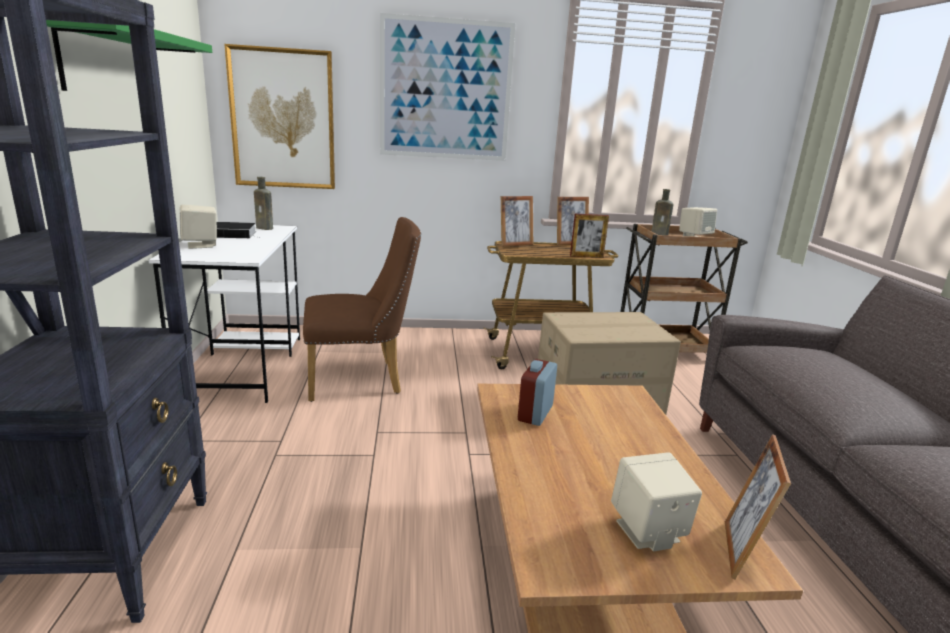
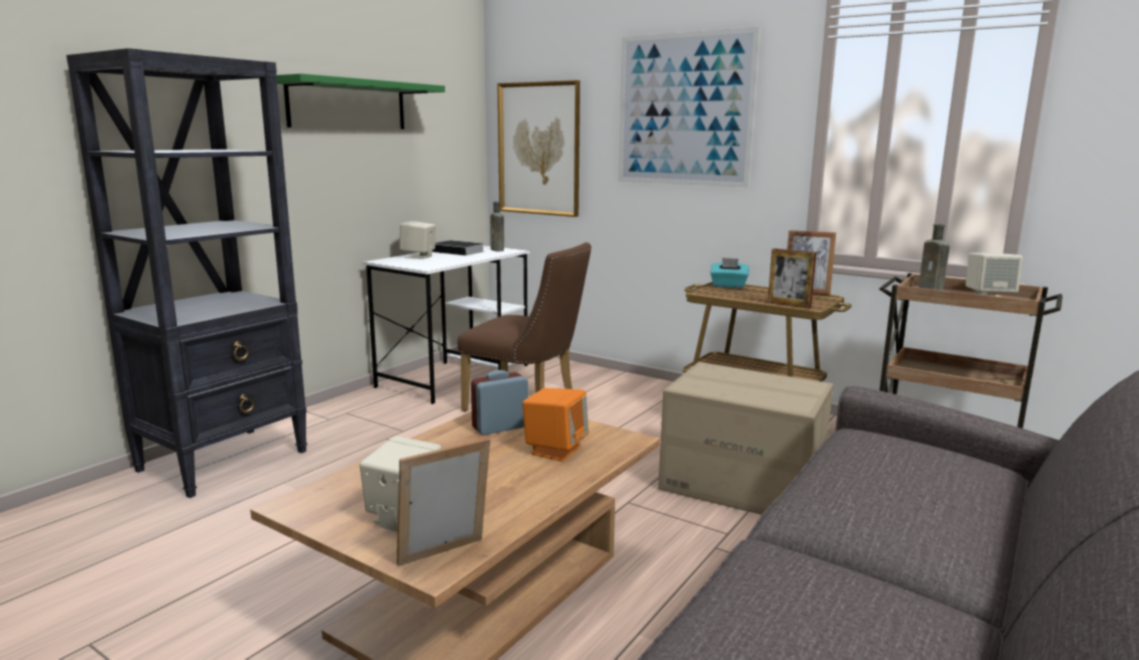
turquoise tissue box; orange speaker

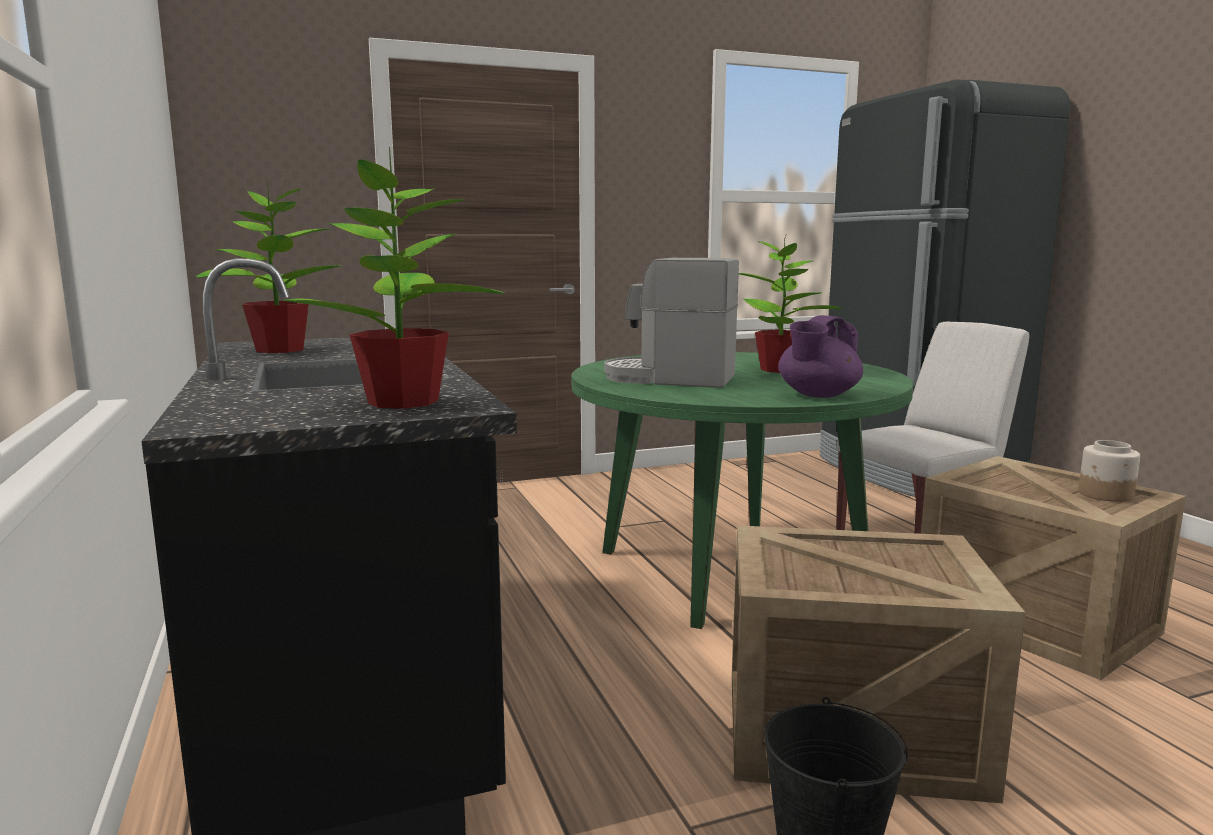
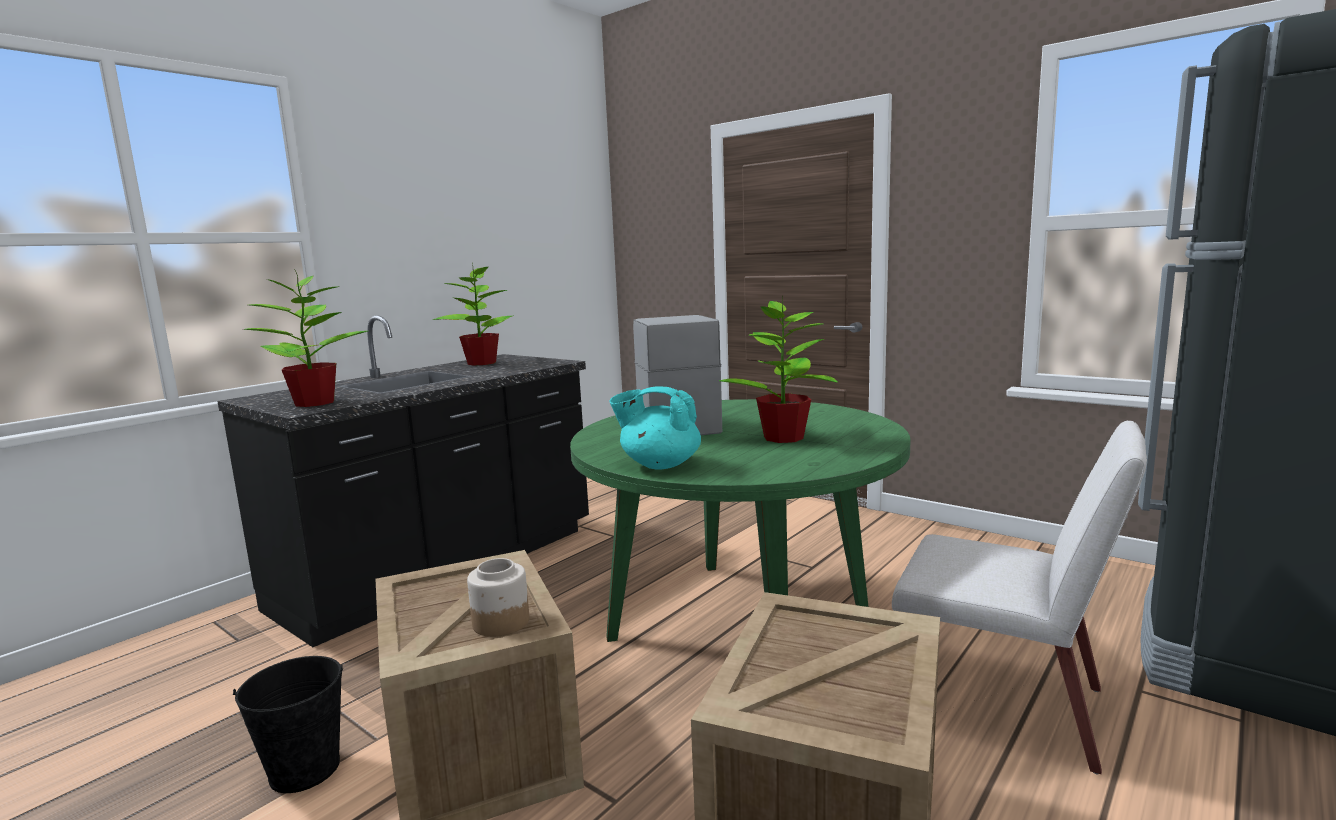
turquoise teapot; jar

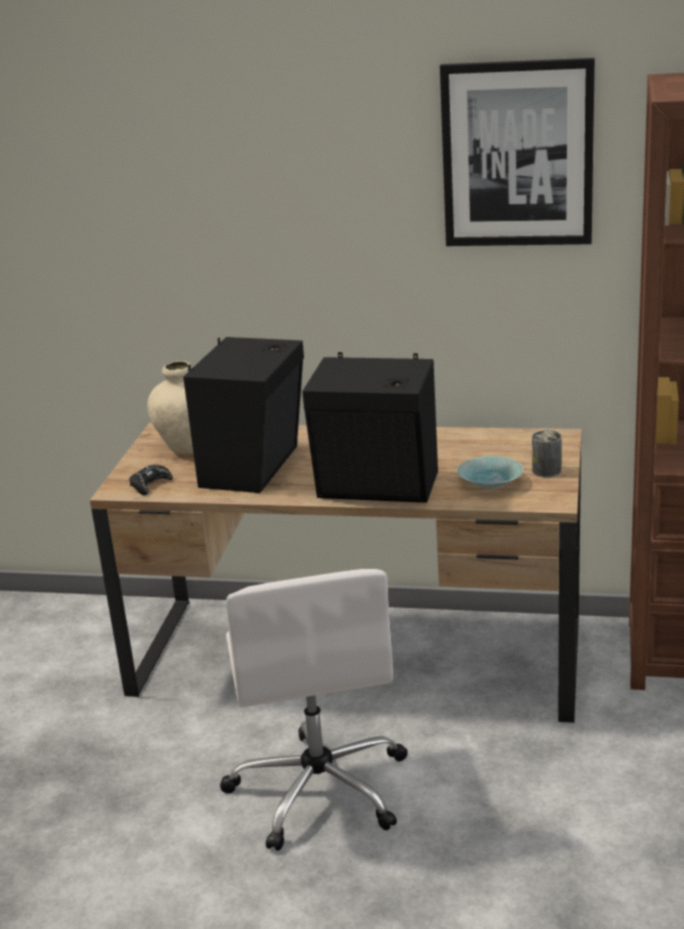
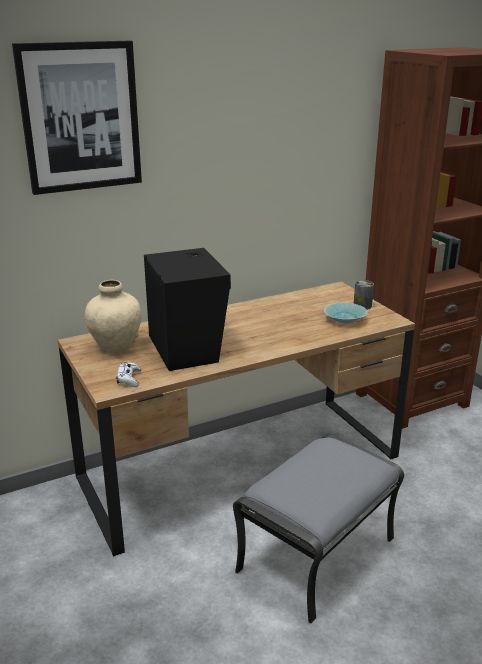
white game controller; grey ottoman; black speaker (2nd from left in the first image); picture

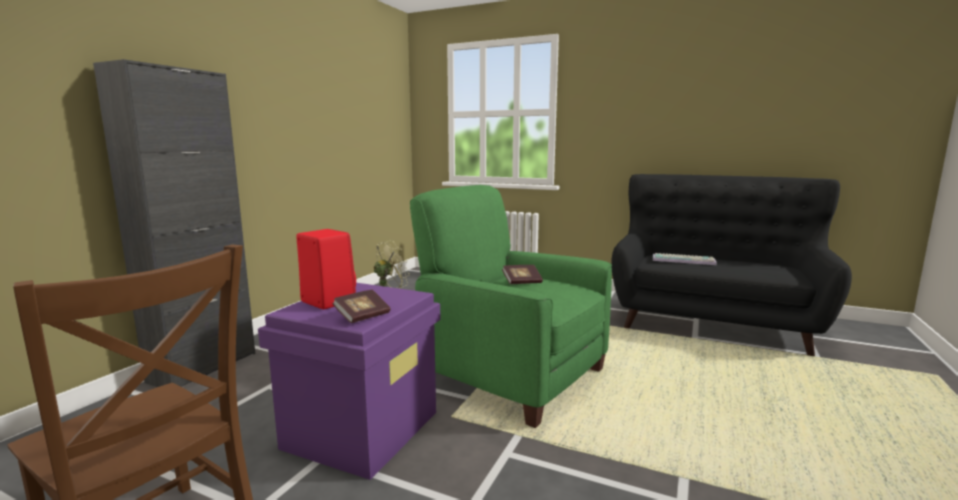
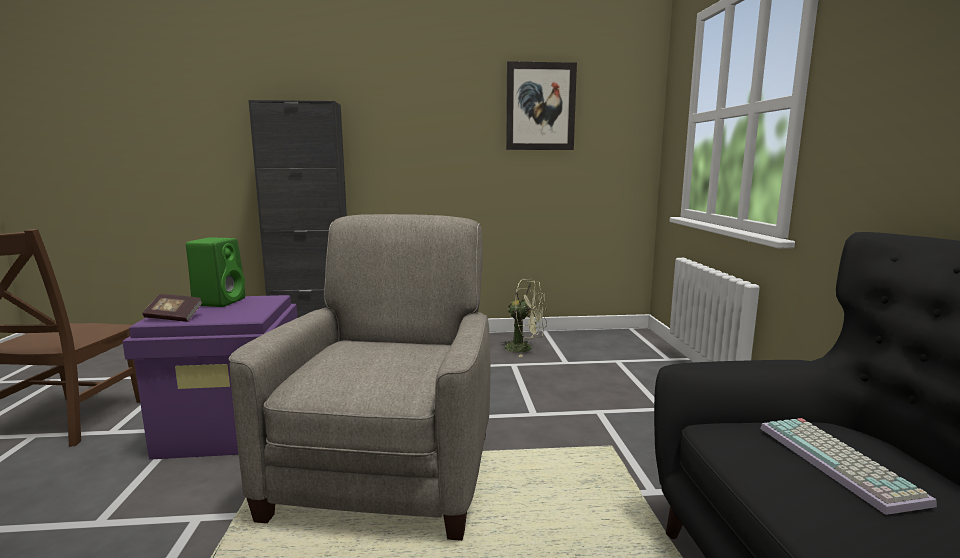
green speaker; beige armchair; book (2nd from left in the first image); picture

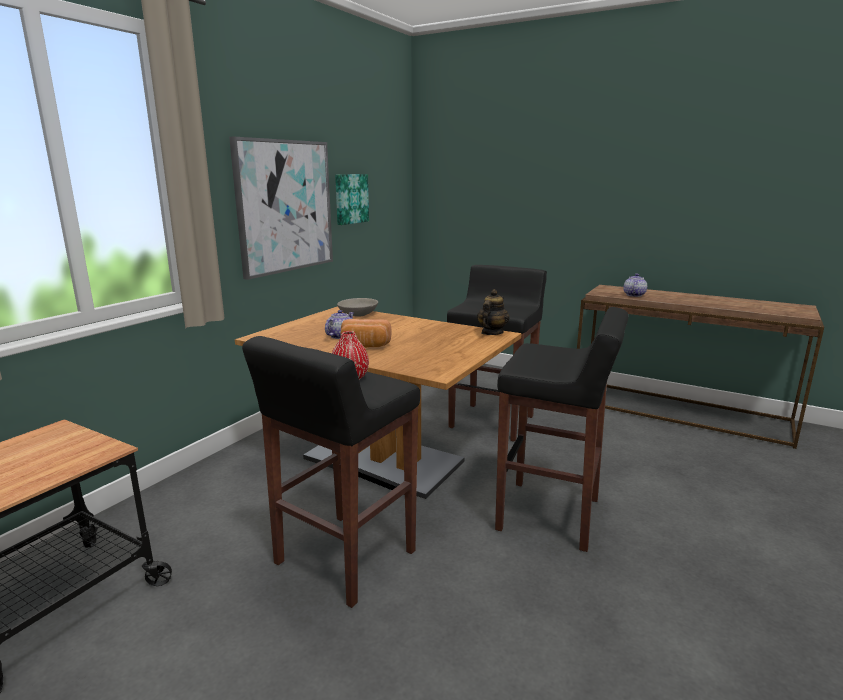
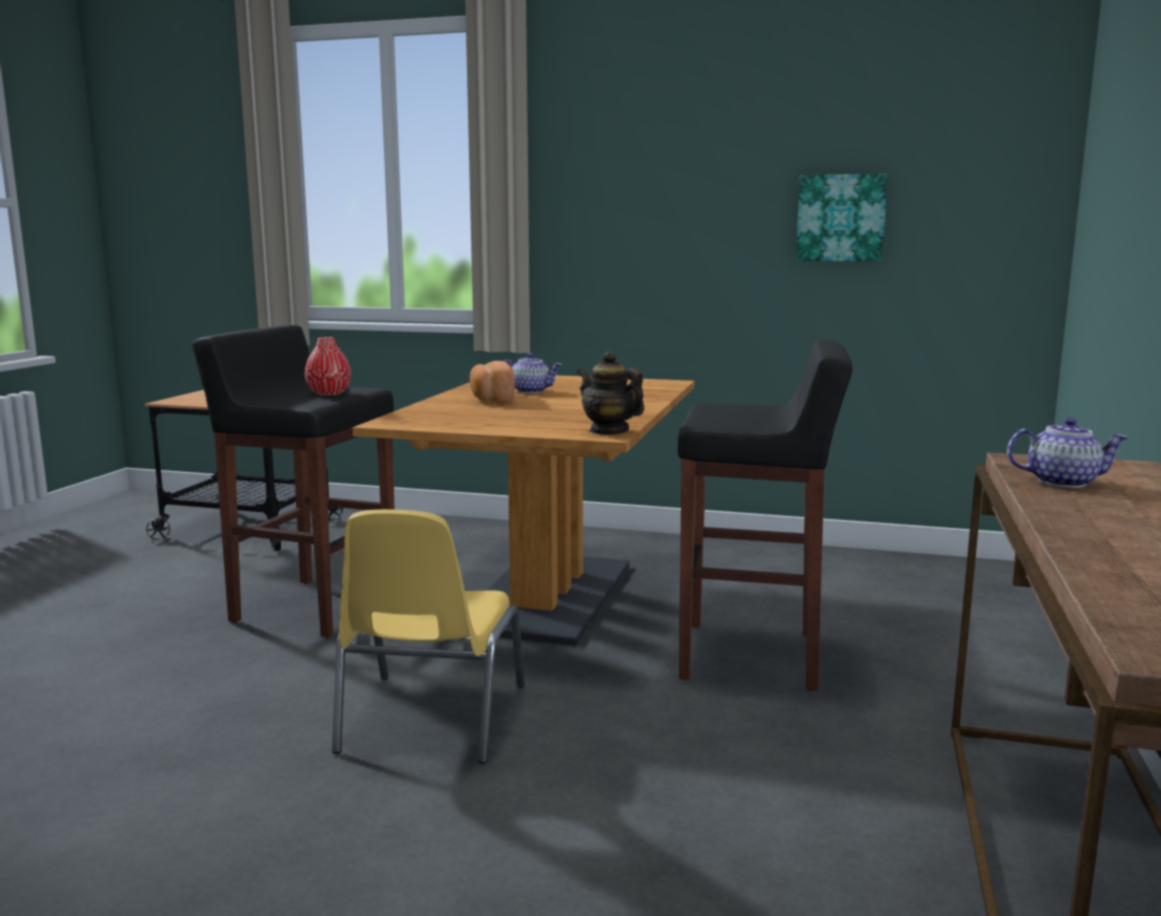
picture (1st from left in the first image); grey bowl; teapot (2nd from left); yellow chair

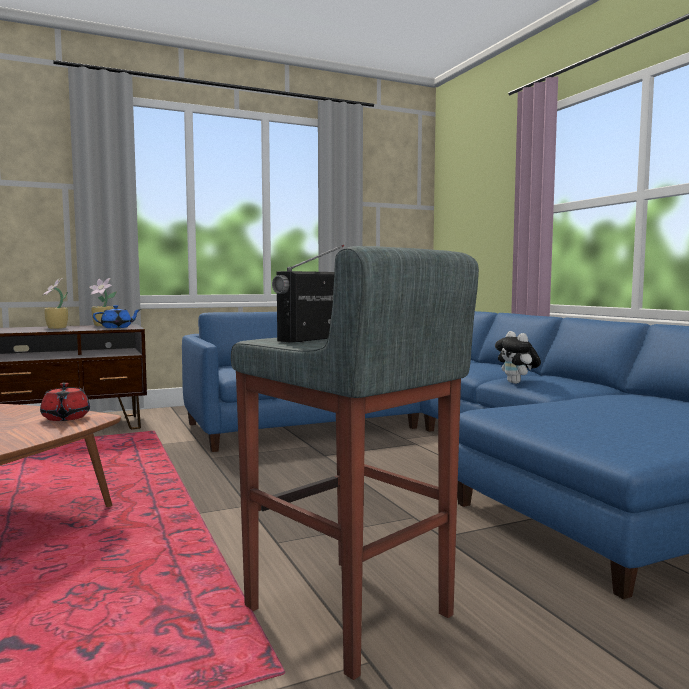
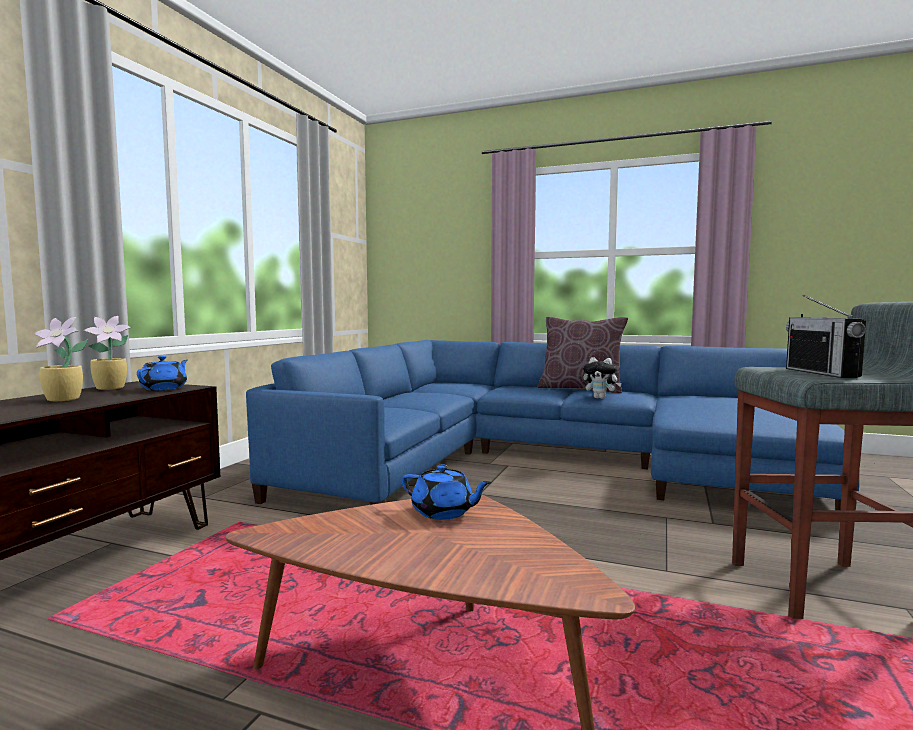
blue teapot (2nd from left); brown pillow

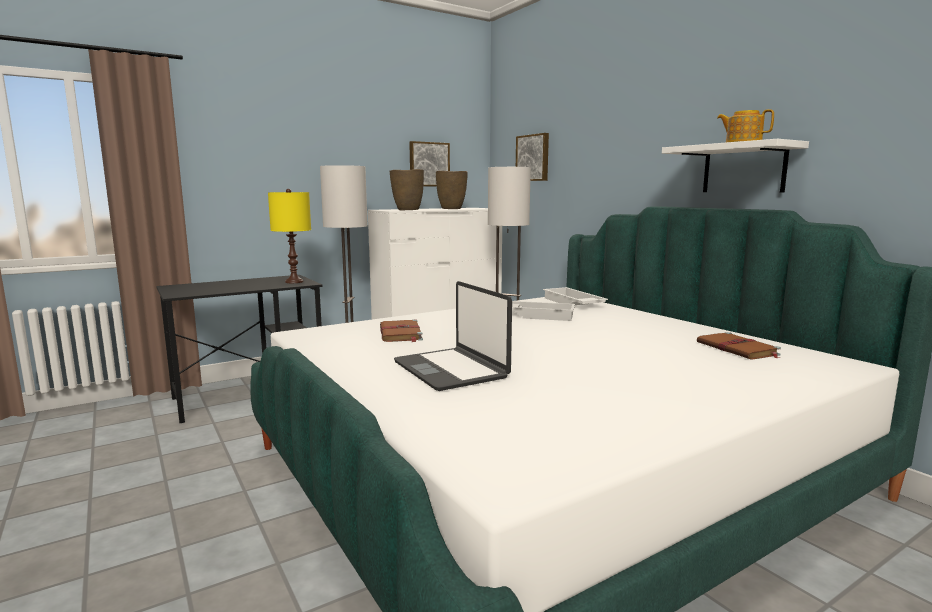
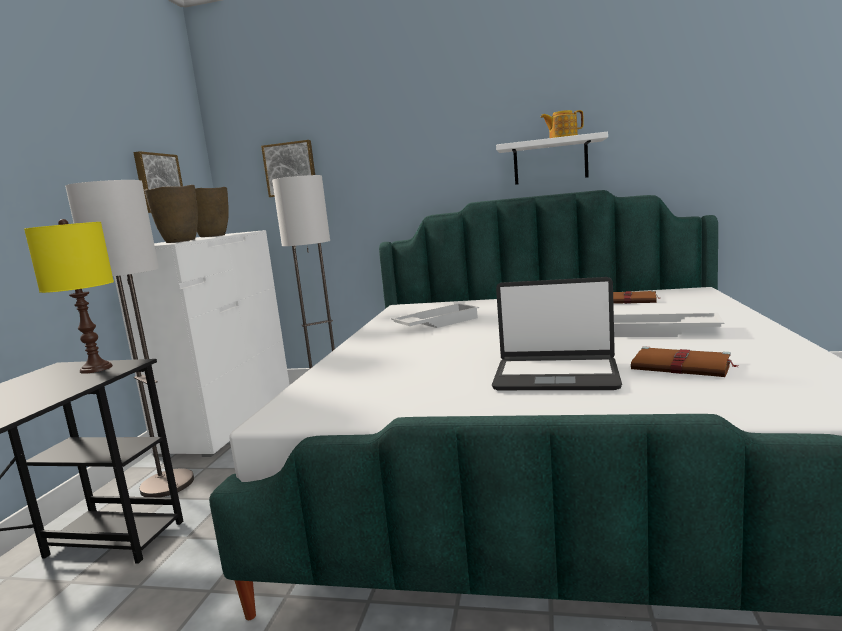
brown book (2nd from left); white tray (2nd from left)

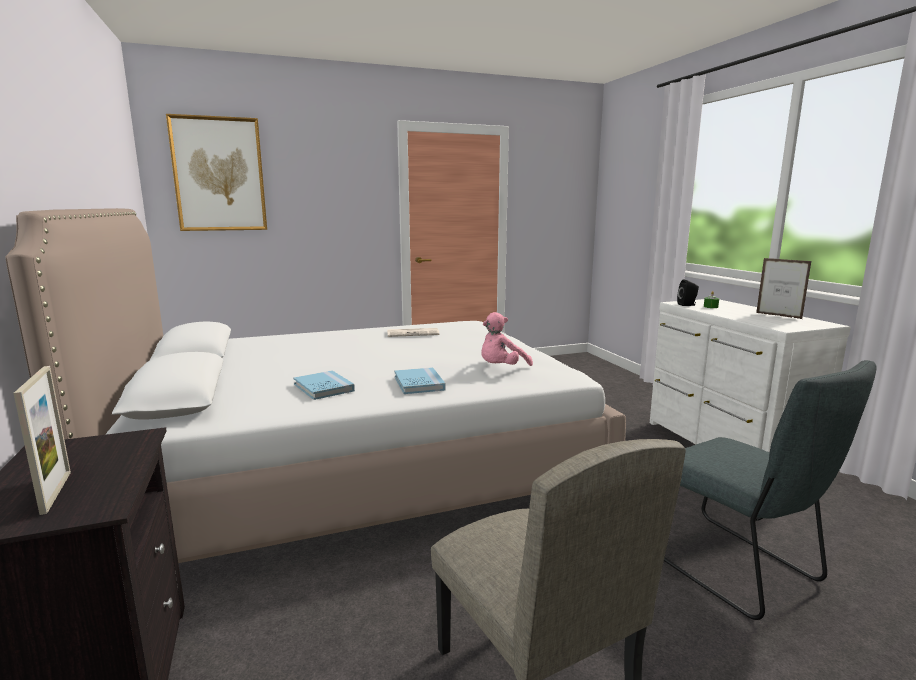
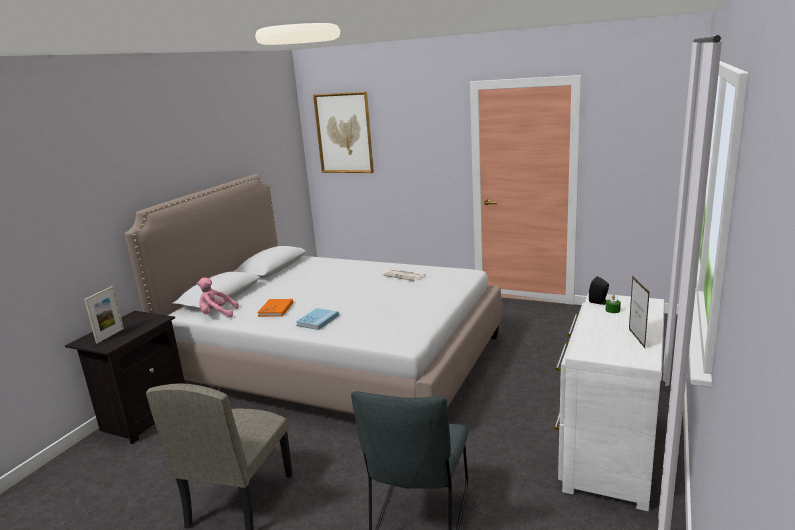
orange book; pink plush toy

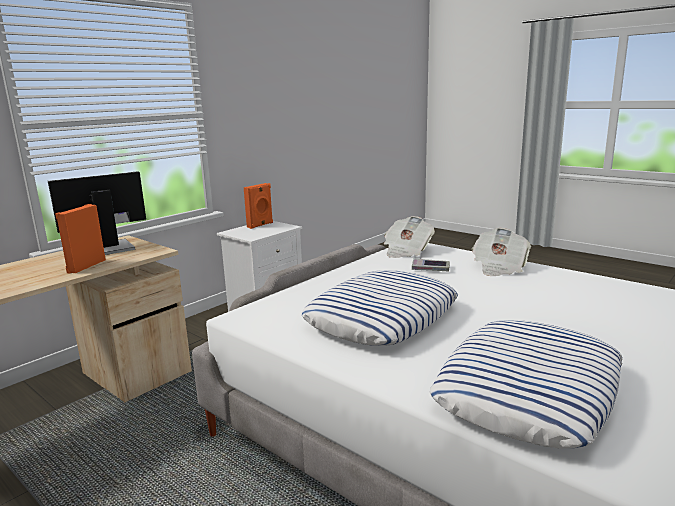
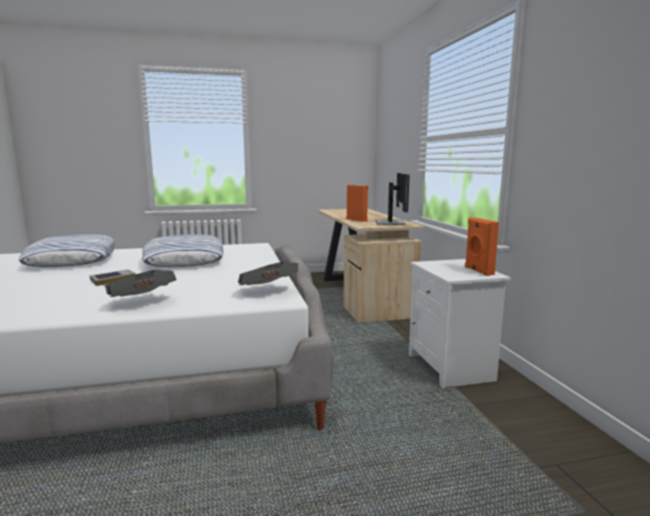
book

